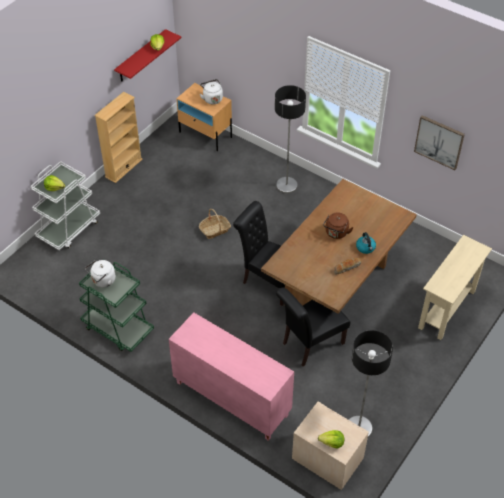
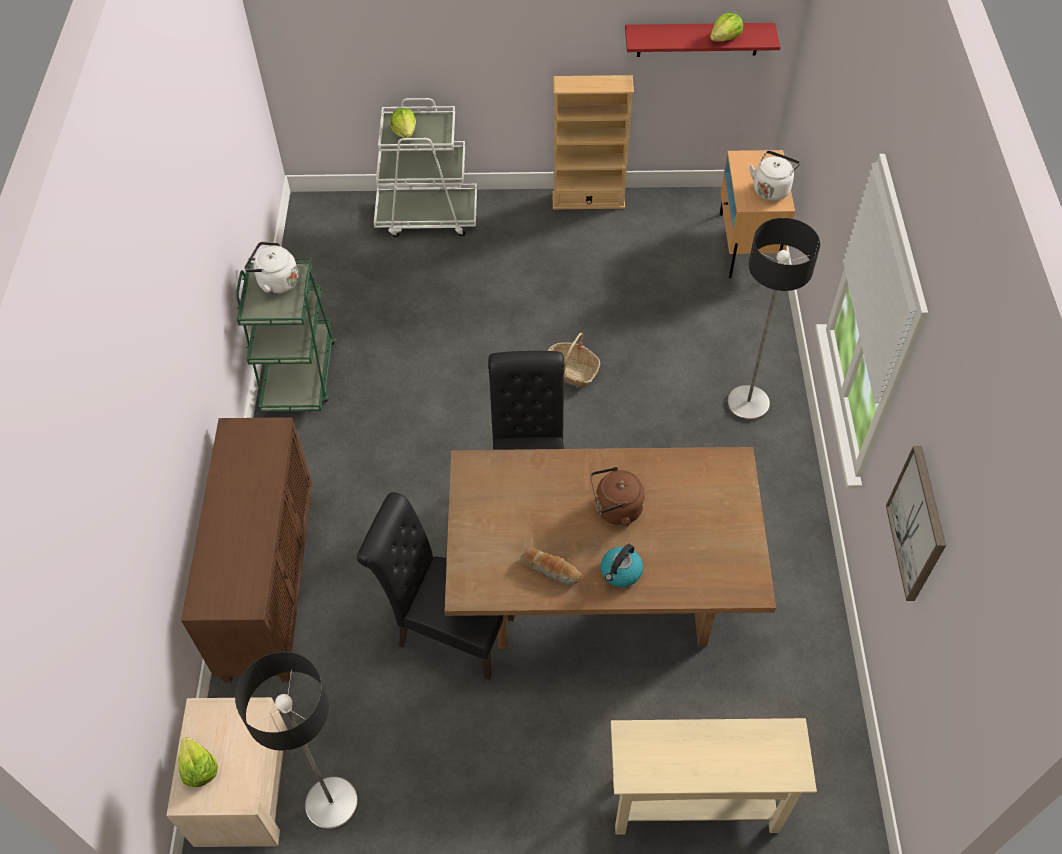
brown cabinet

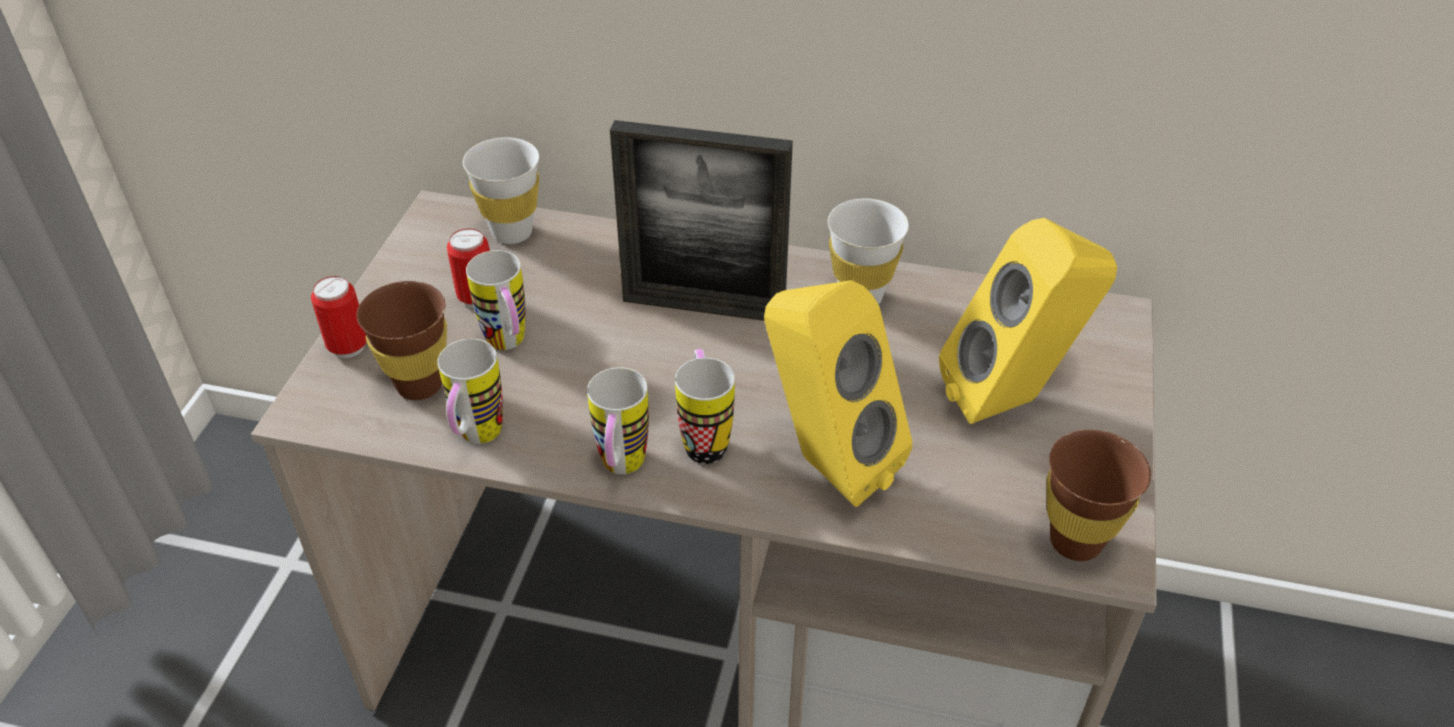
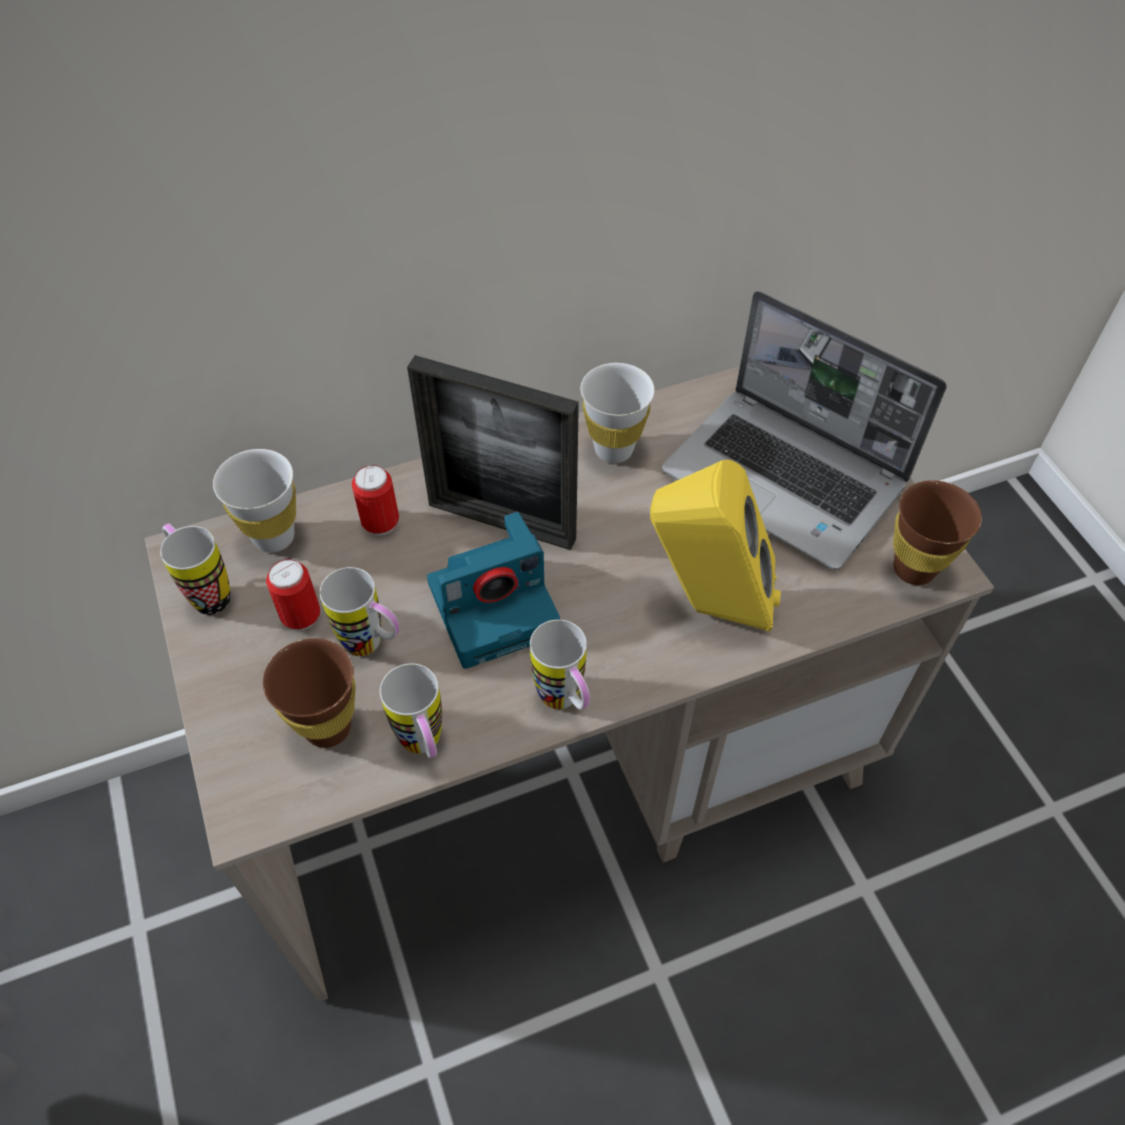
can (2nd from left); picture frame; mug (1st from left); laptop; photo camera

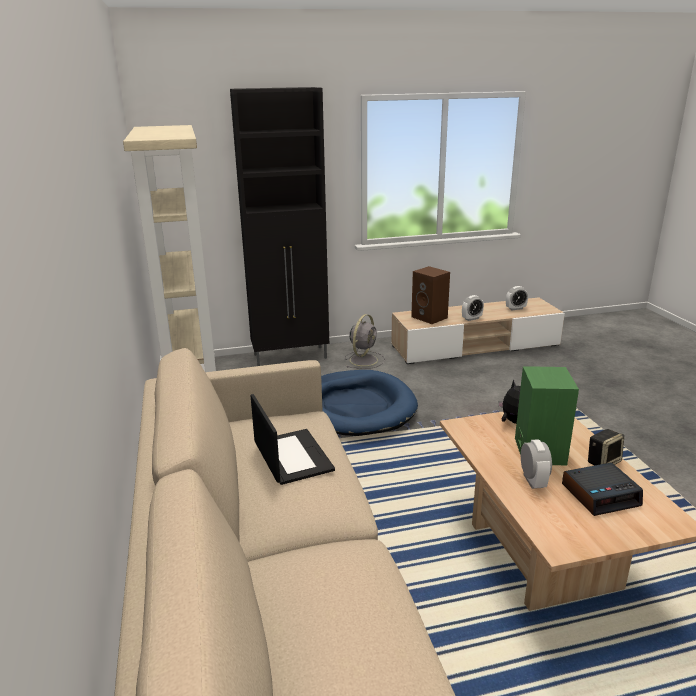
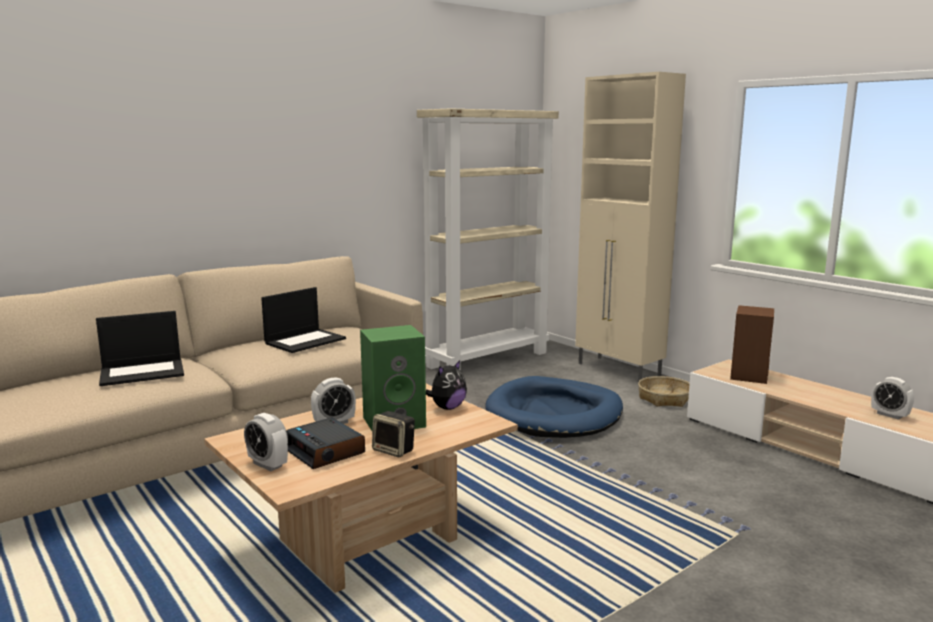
beige cabinet; basket; alarm clock (1st from left); laptop (1st from left)

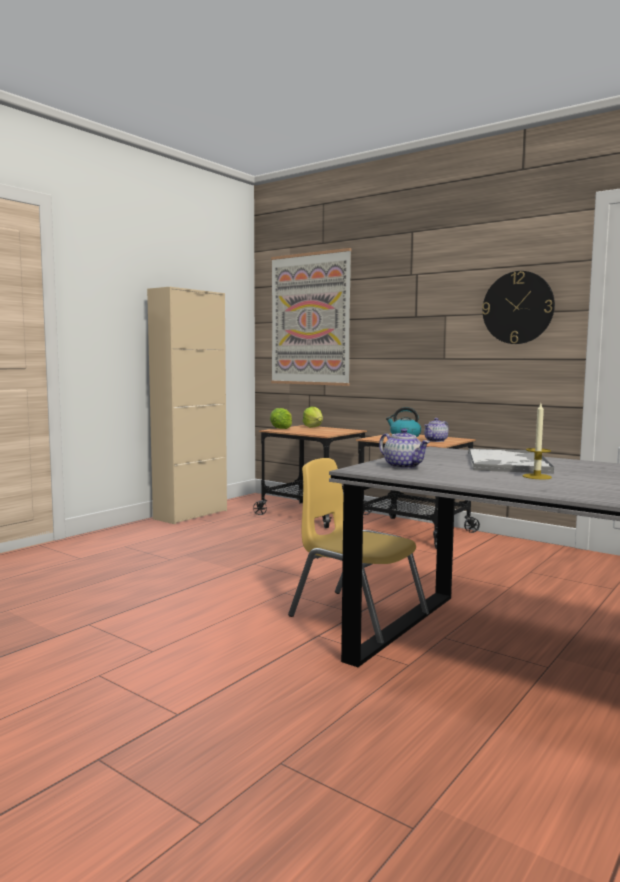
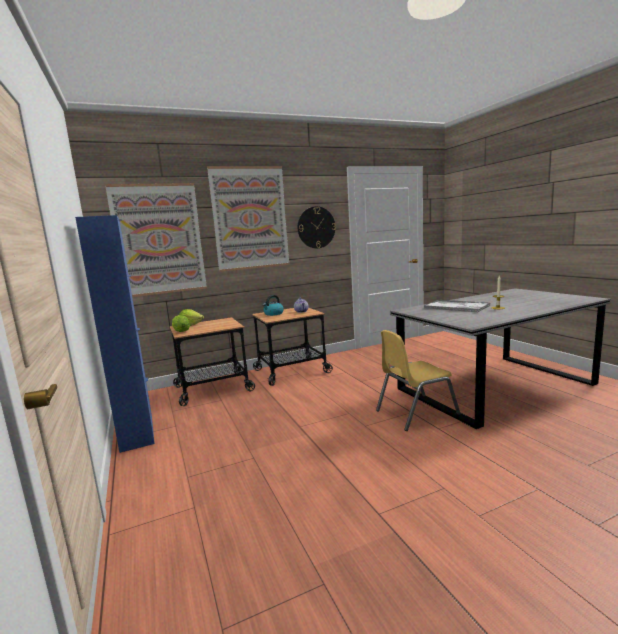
blue cabinet; teapot (1st from left in the first image); picture (2nd from left)

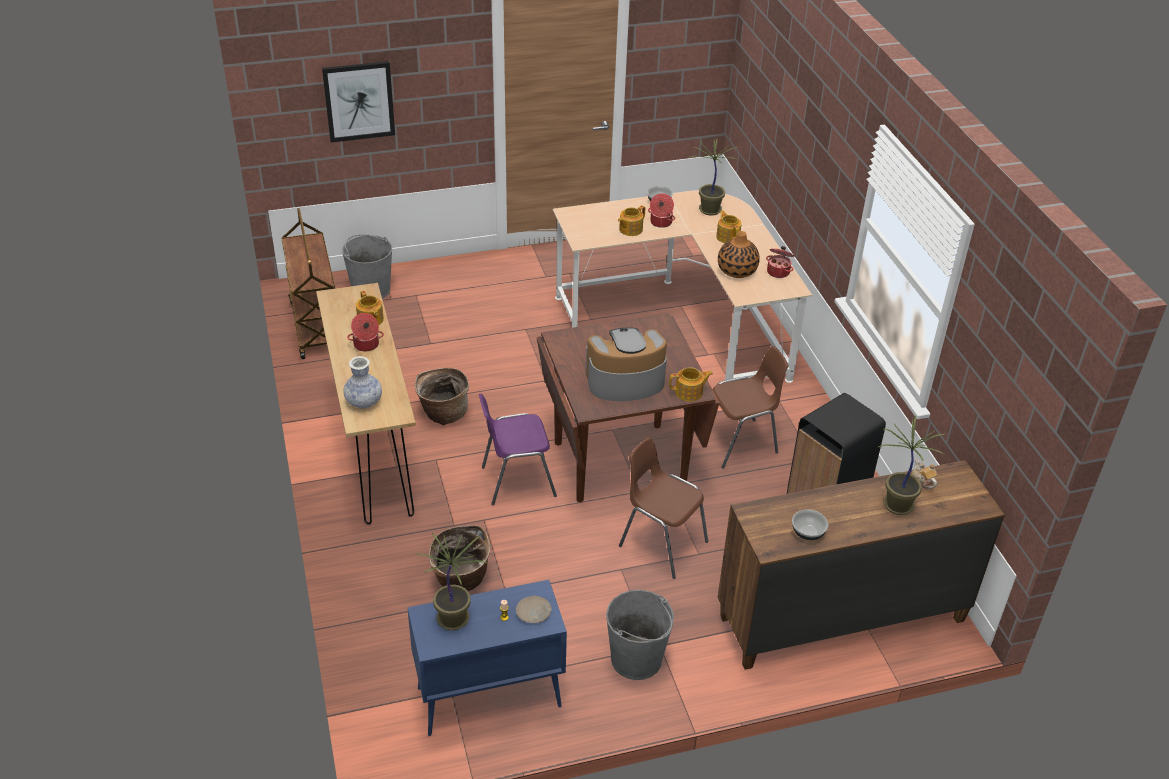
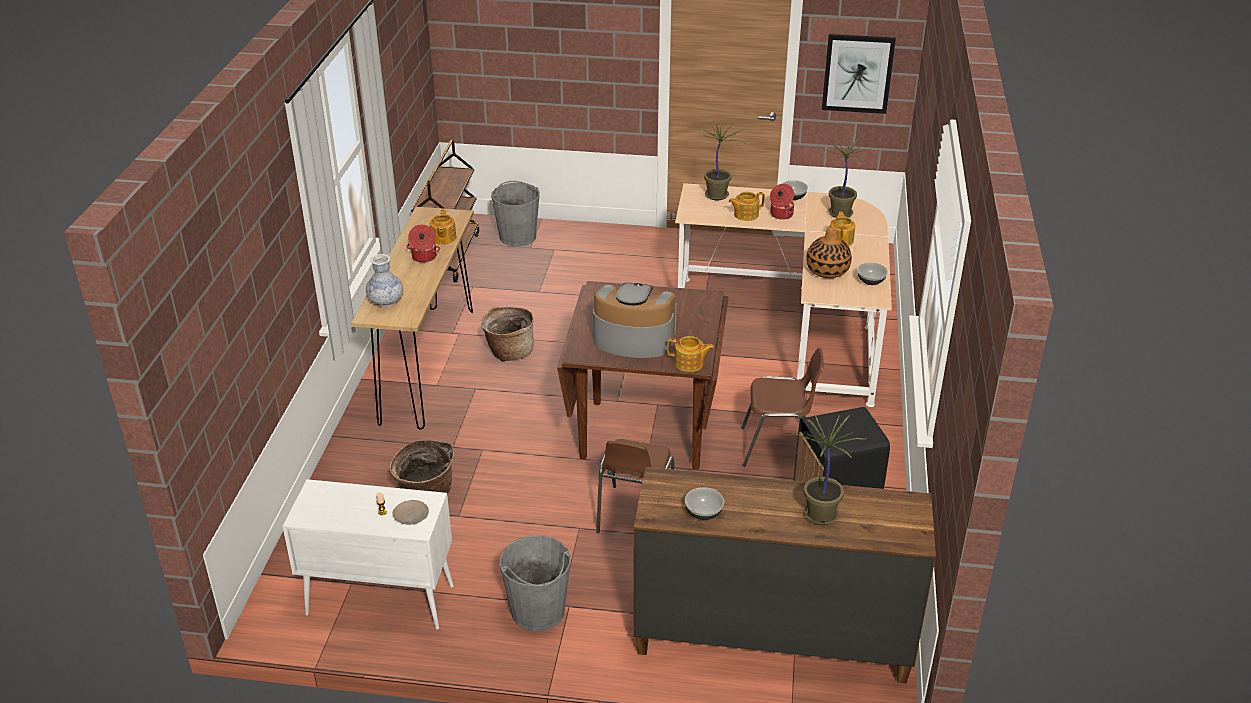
picture; white cabinet; potted plant (1st from left); purple chair; brown chair (1st from left); bowl (3rd from left); teapot (5th from left in the first image)

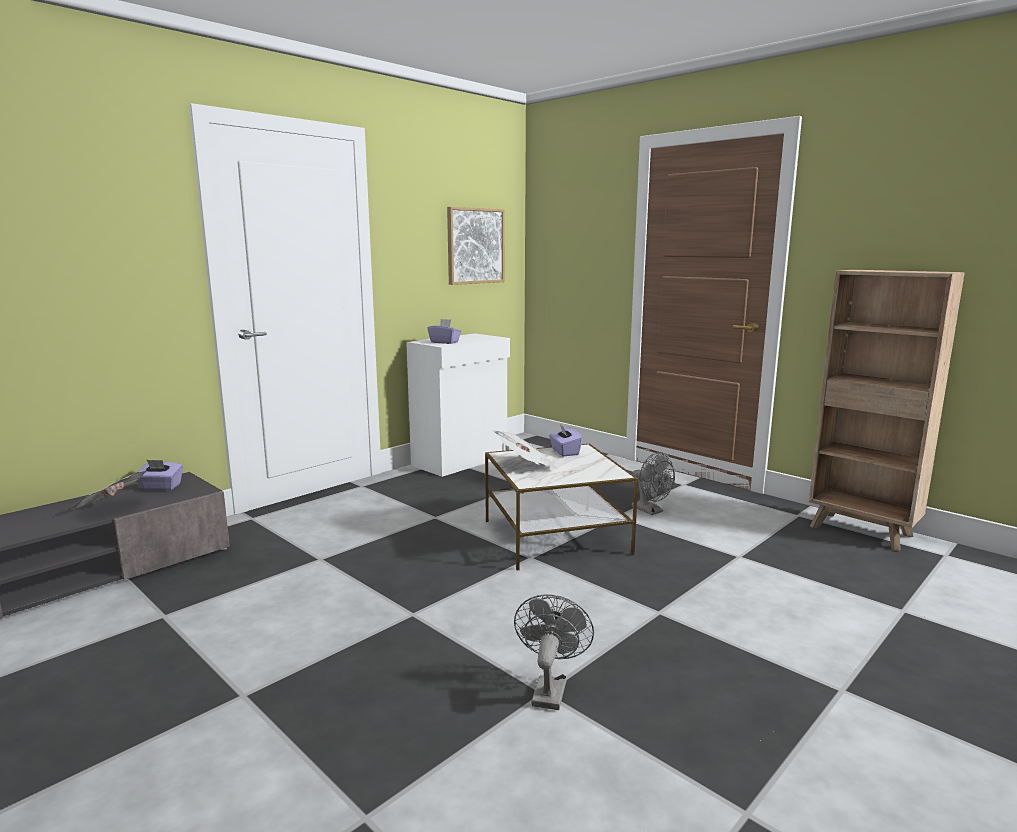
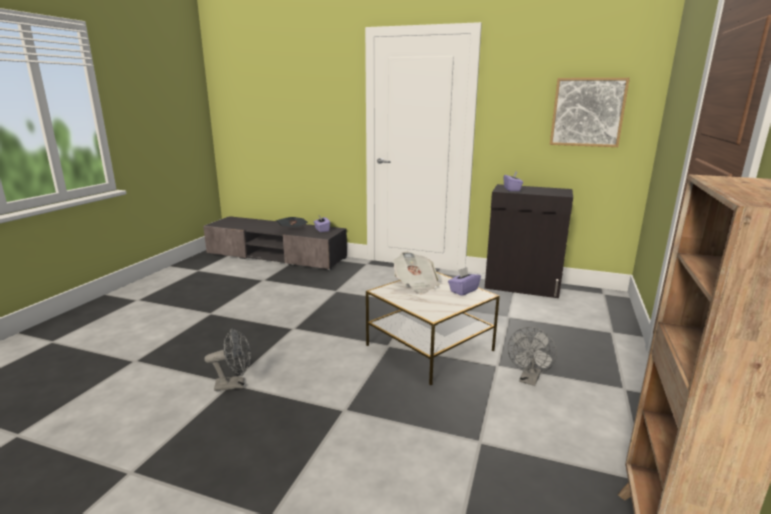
black cabinet

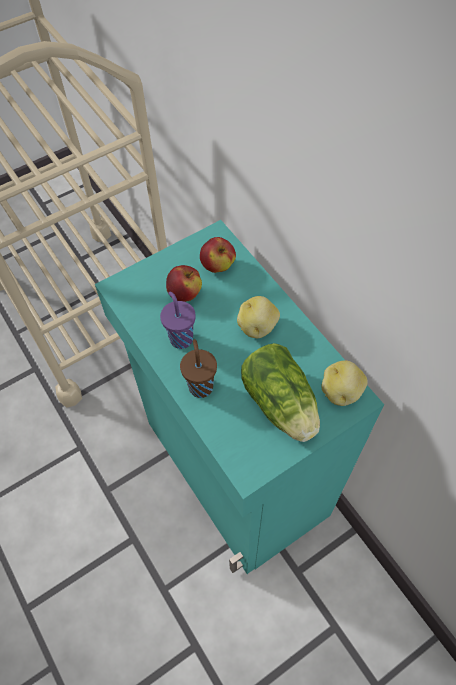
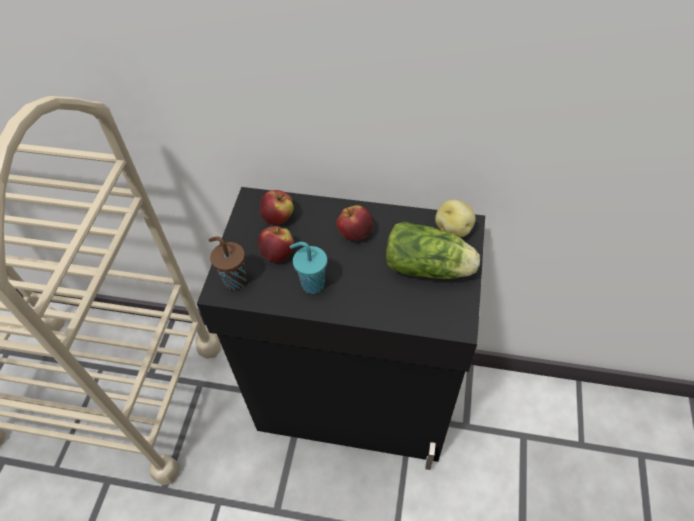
black cabinet; turquoise cup; brown cup; apple (3rd from left)

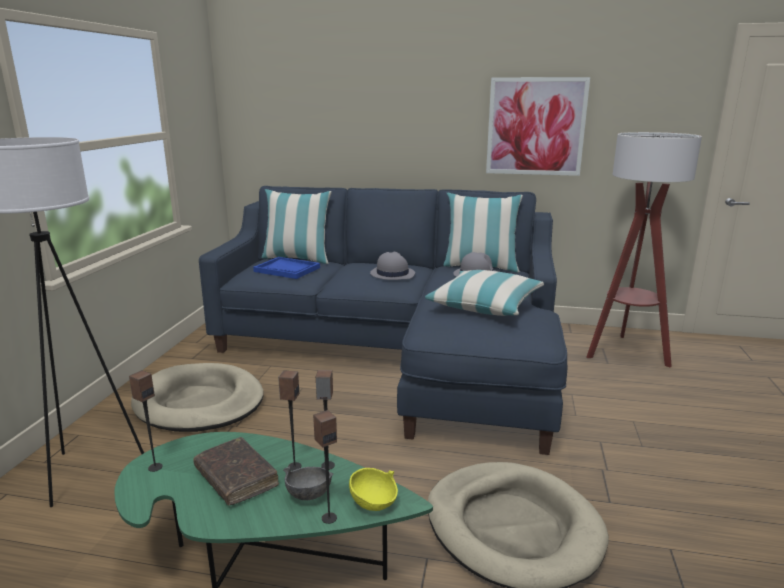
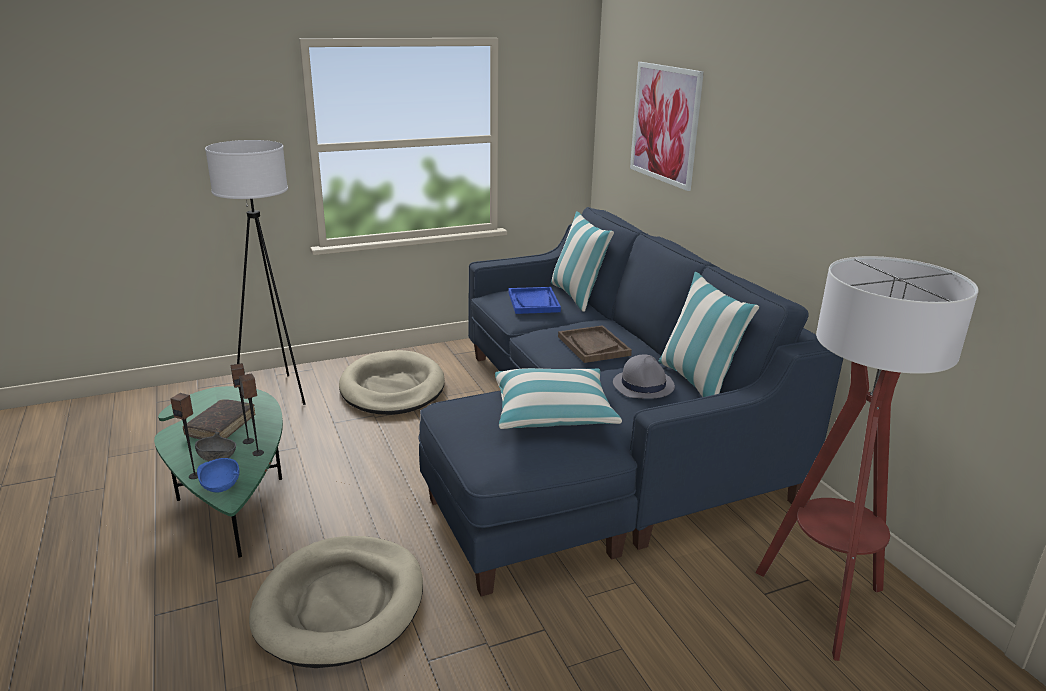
speaker (1st from left in the first image); blue bowl; brown tray; picture

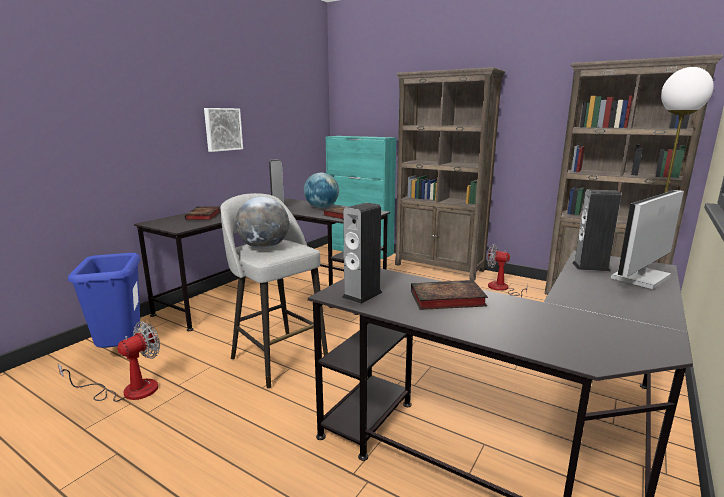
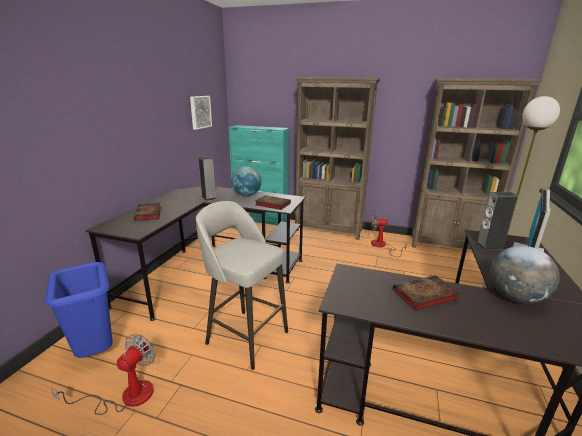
picture; globe (2nd from left); speaker (2nd from left in the first image)

